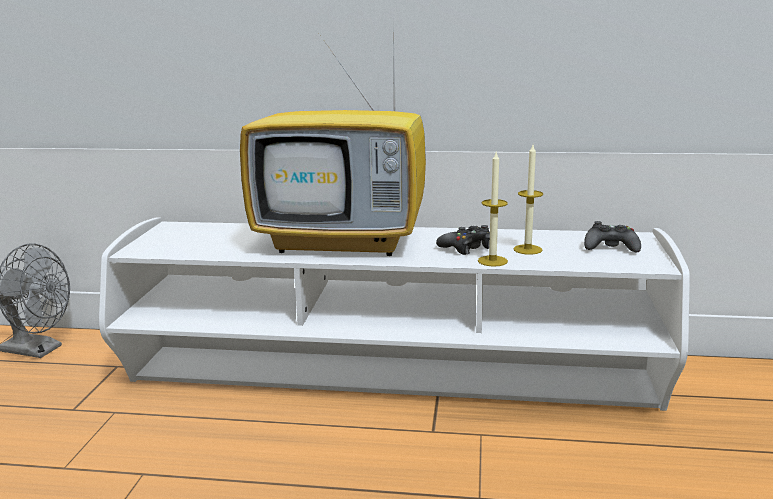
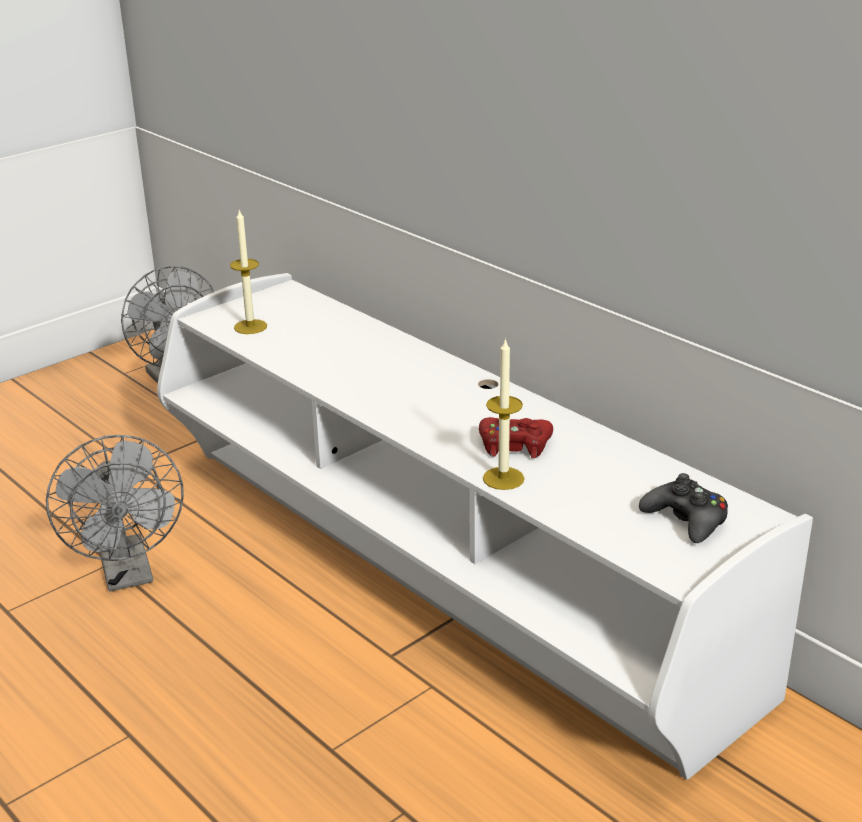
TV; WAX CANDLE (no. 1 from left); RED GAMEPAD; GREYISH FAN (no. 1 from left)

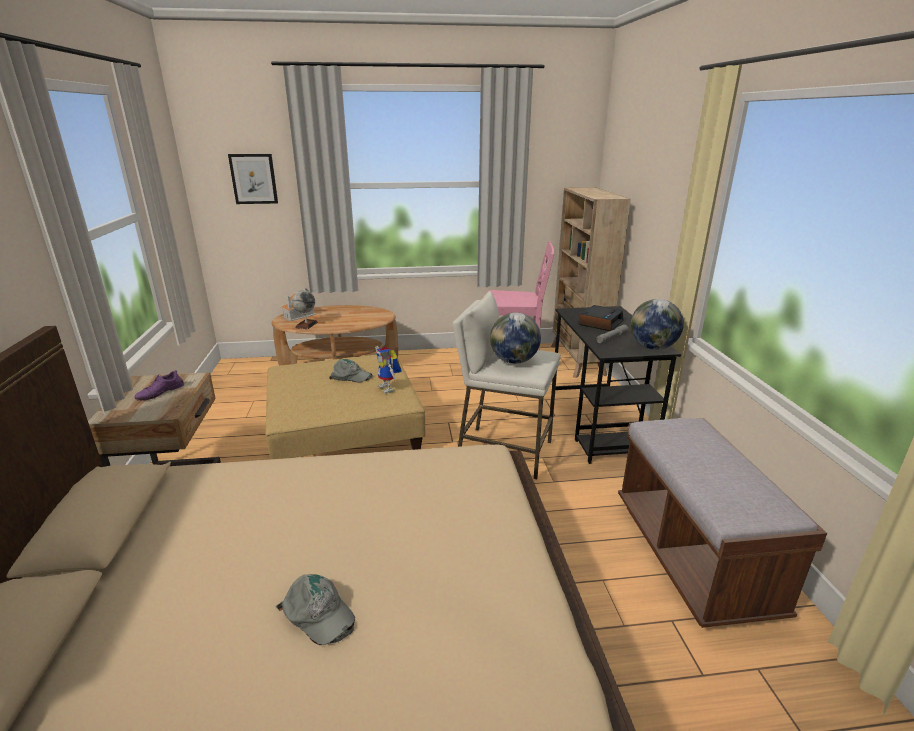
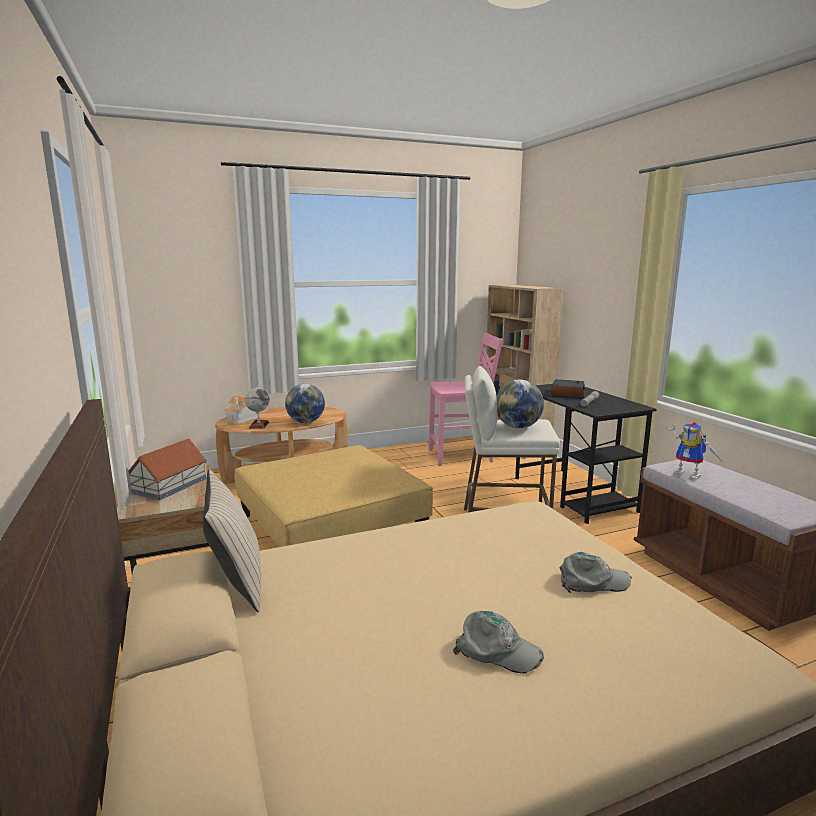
WALL ART; DESK GLOBE (no. 2 from left); ROBOT FIGURE; GREYISH BASEBALL CAP (no. 2 from left); MODEL HOUSE (no. 1 from left); SAND-COLOURED THROW PILLOW

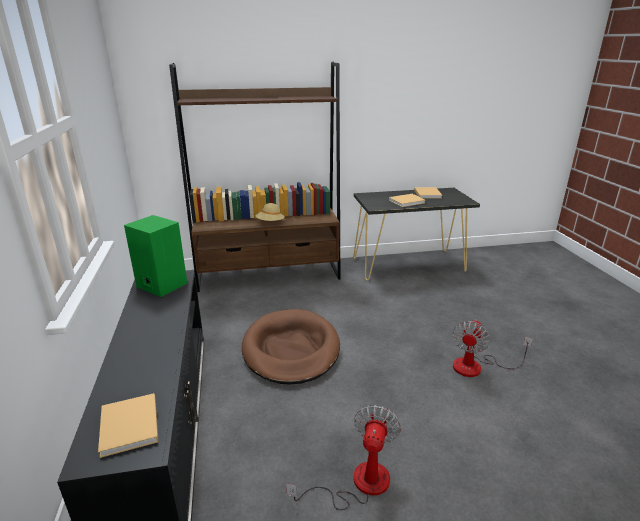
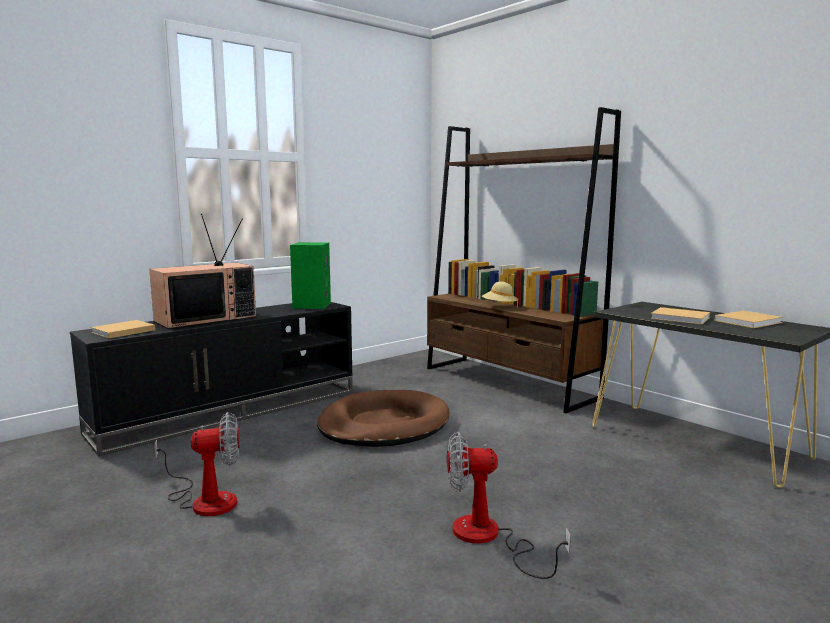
TV

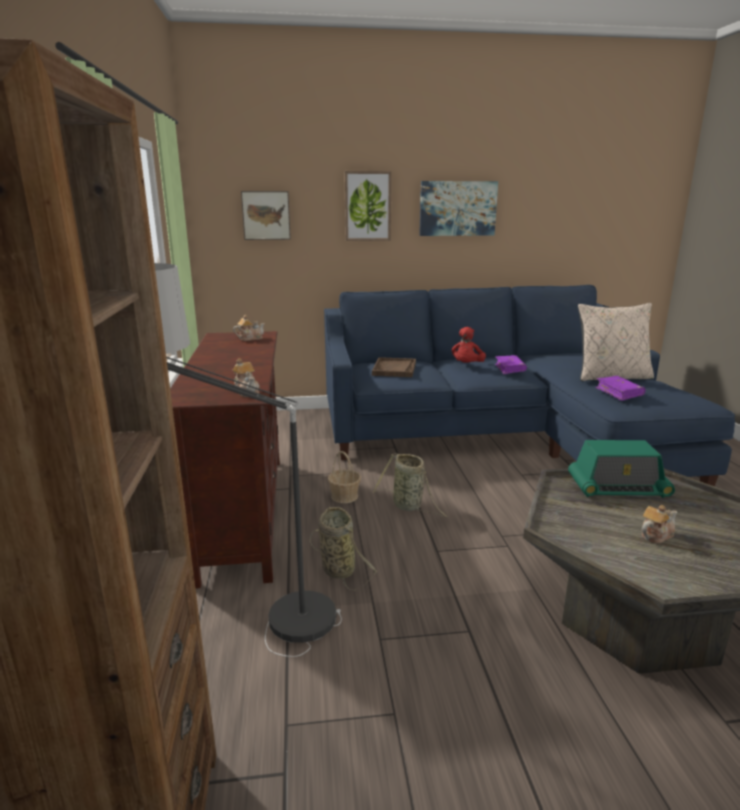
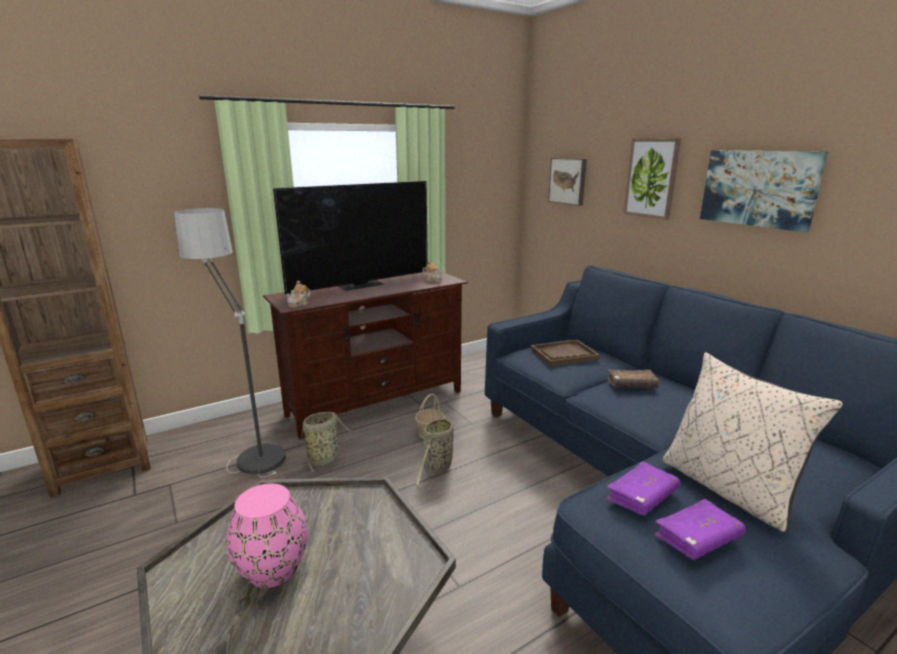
BROWN-COLOURED VOLUME; PURPLE VOLUME (no. 2 from left); RADIO RECEIVER; PINK FLOWER VASE; TV

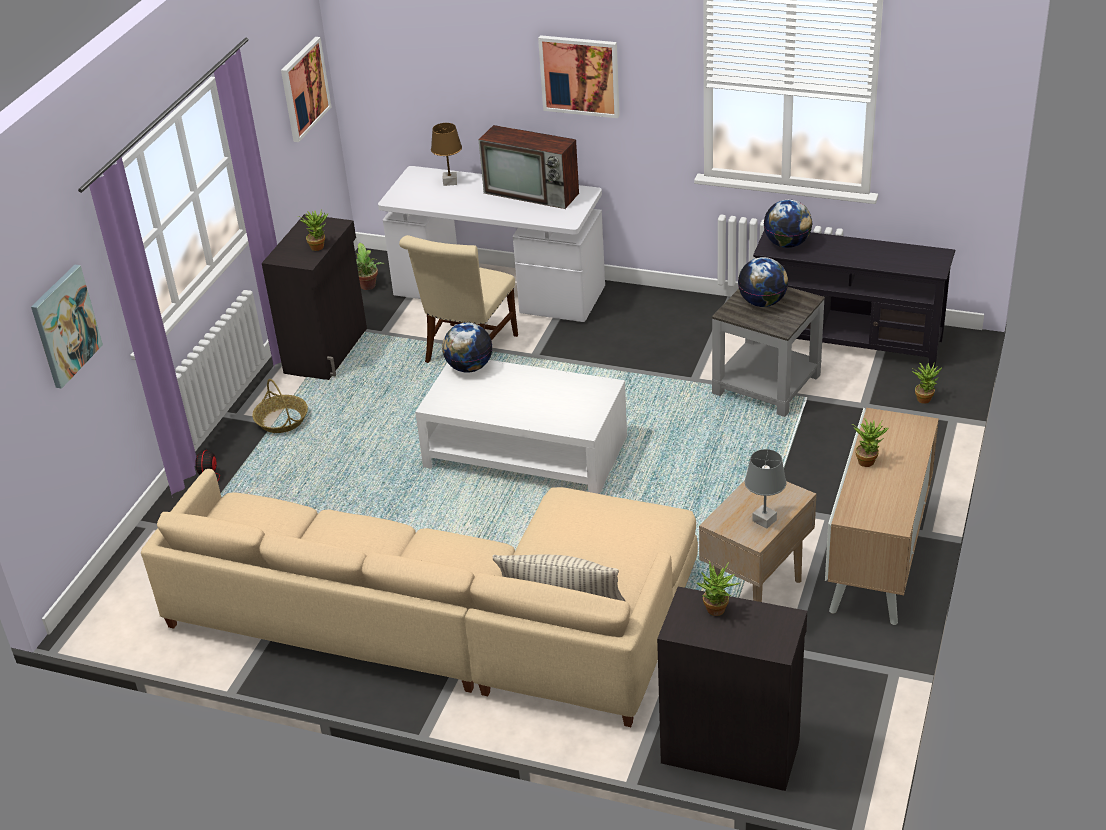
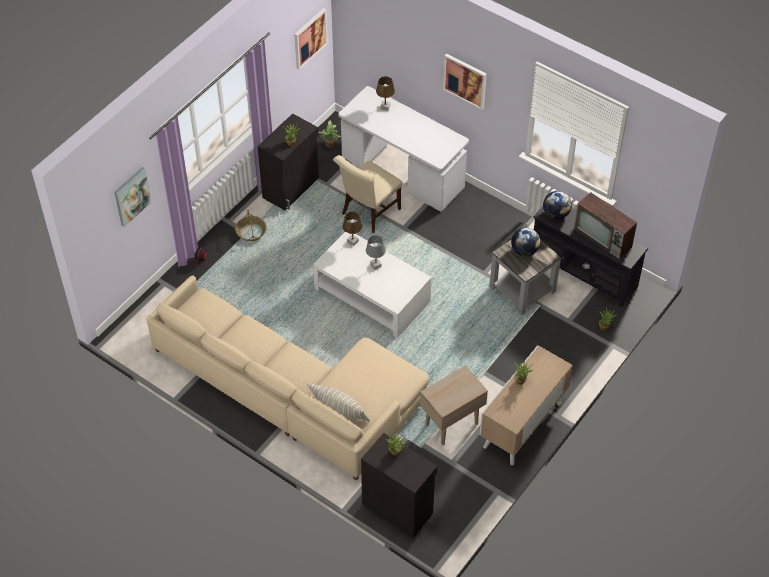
TV; BROWN-COLOURED LAMP FOR A TABLE (no. 1 from left); GREYISH LAMP FOR A TABLE

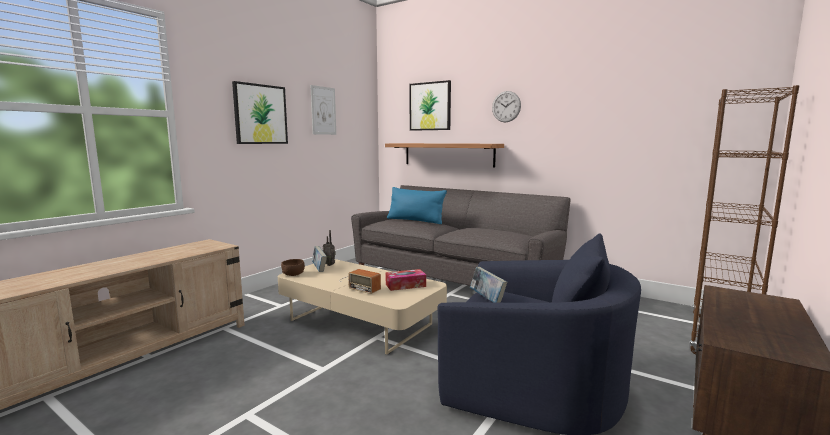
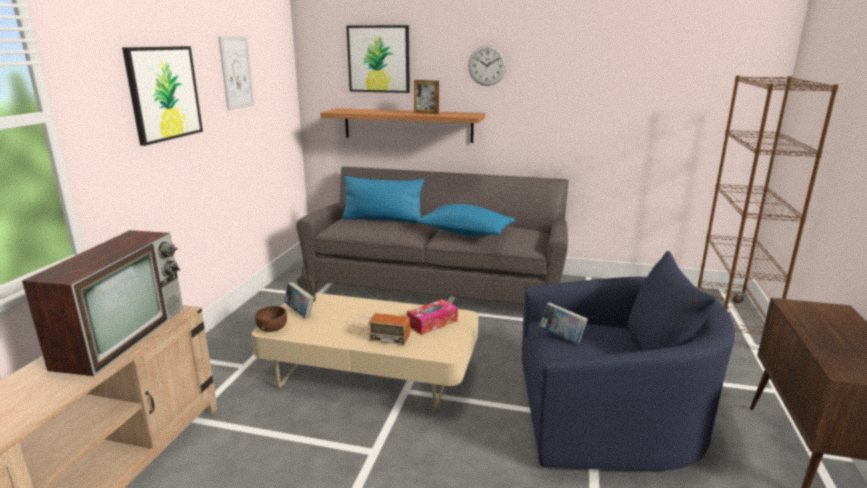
PICTURE FRAME; BLUE-COLOURED THROW PILLOW (no. 2 from left); TV

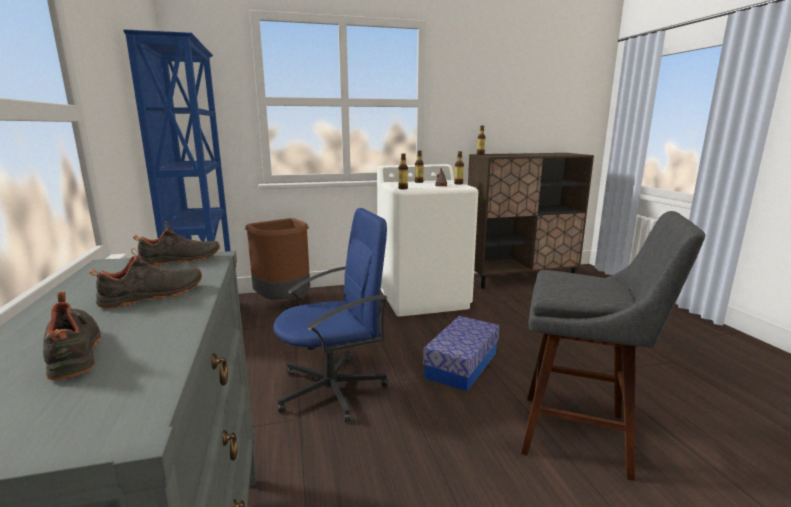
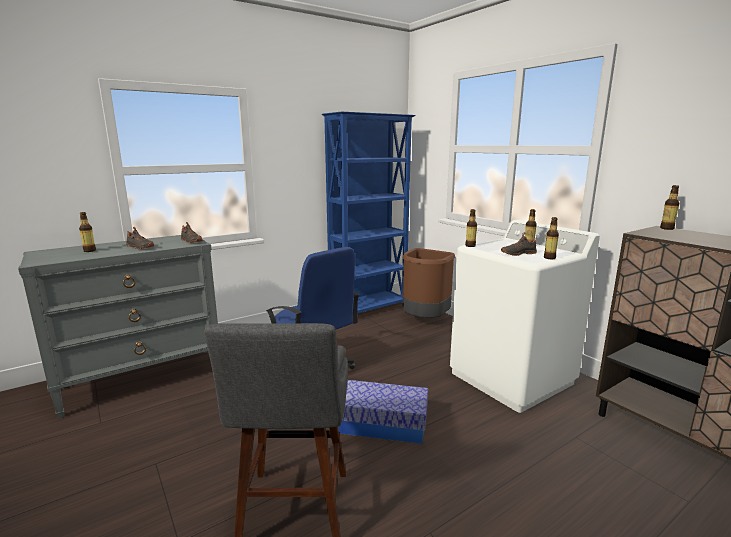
DRINK BOTTLE (no. 1 from left)

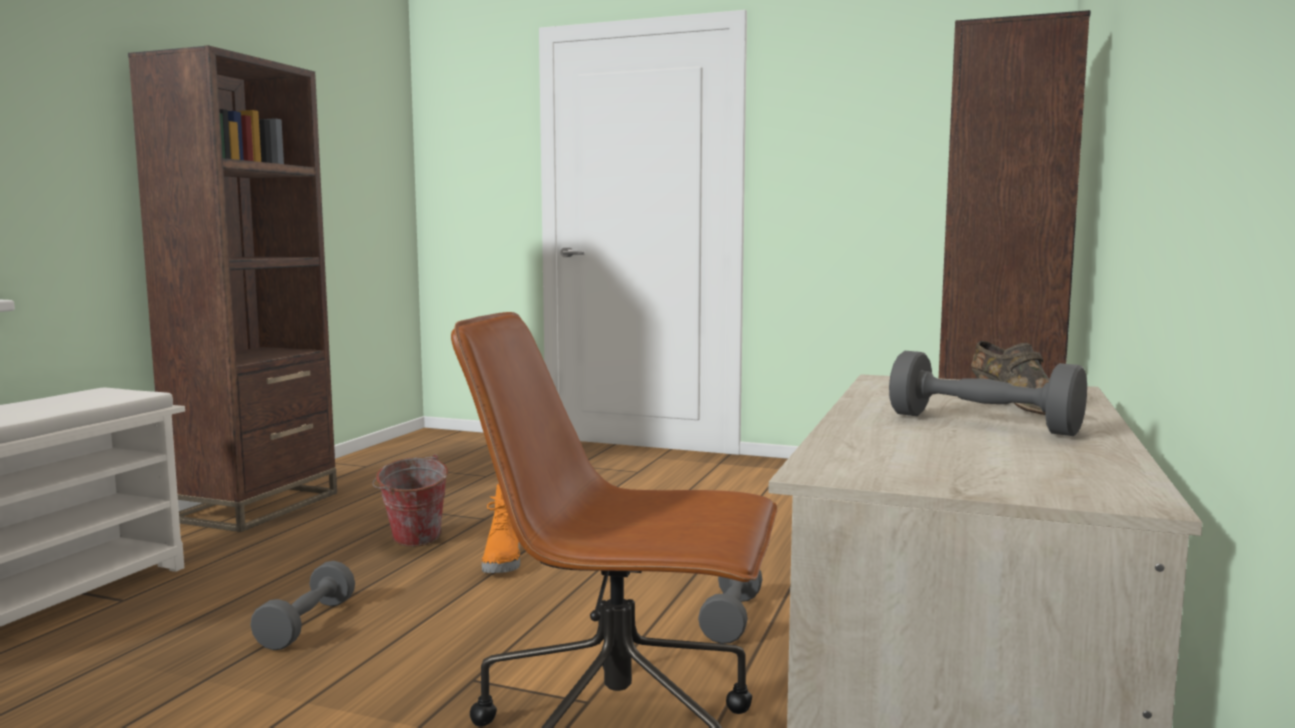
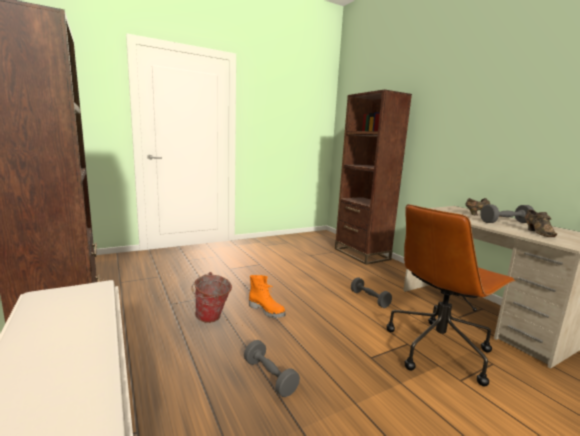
BROWN-COLOURED ITEM OF FOOTWEAR (no. 2 from left)

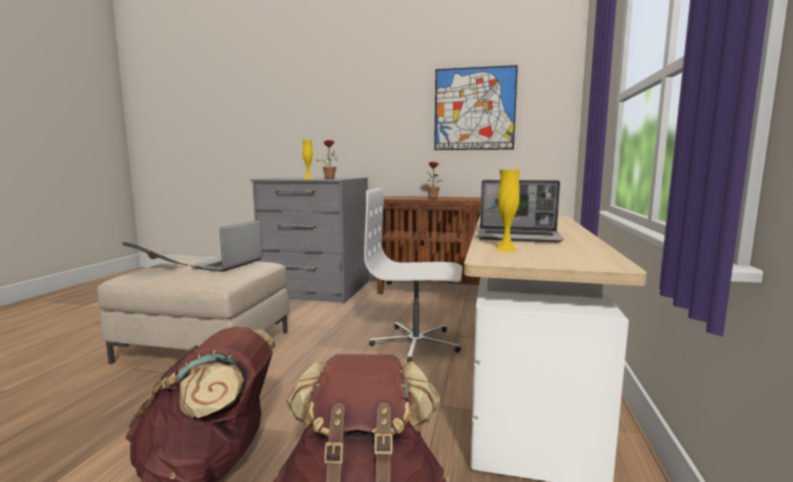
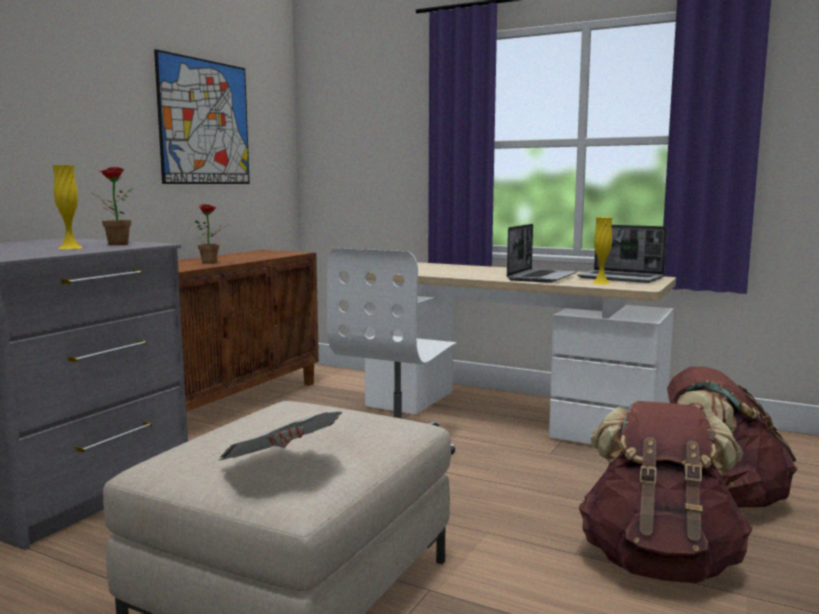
NOTEBOOK COMPUTER (no. 2 from left)

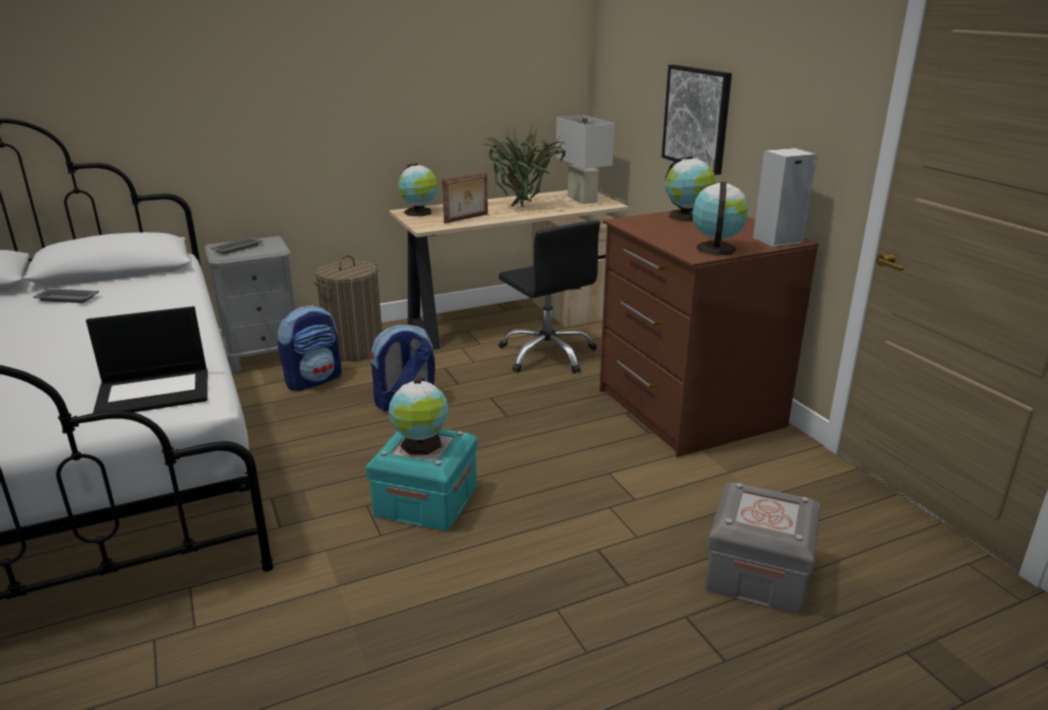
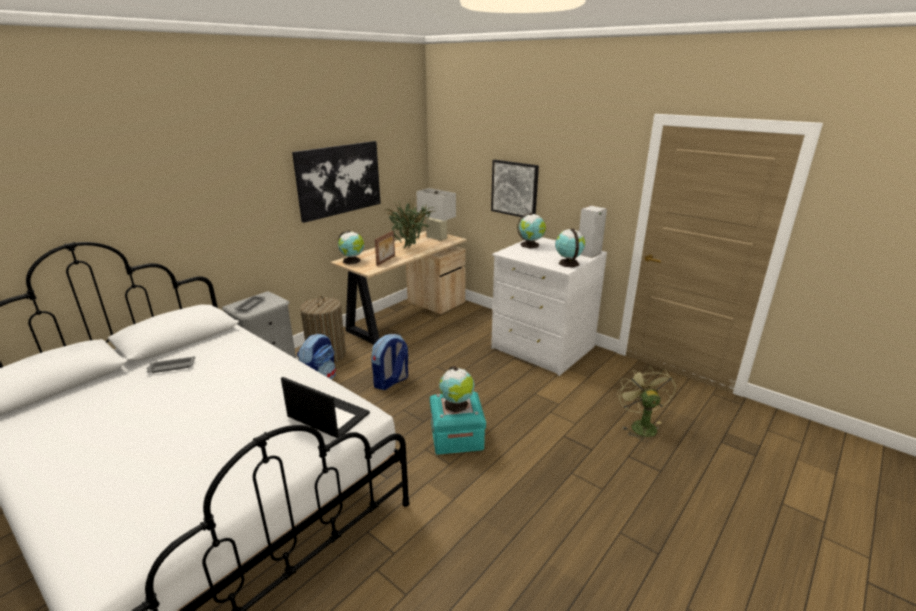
WHITE DRAWER CHEST; BLACK-COLOURED COMPUTER CHAIR; NOTEBOOK COMPUTER; GREENISH FAN; WALL ART (no. 1 from left)

